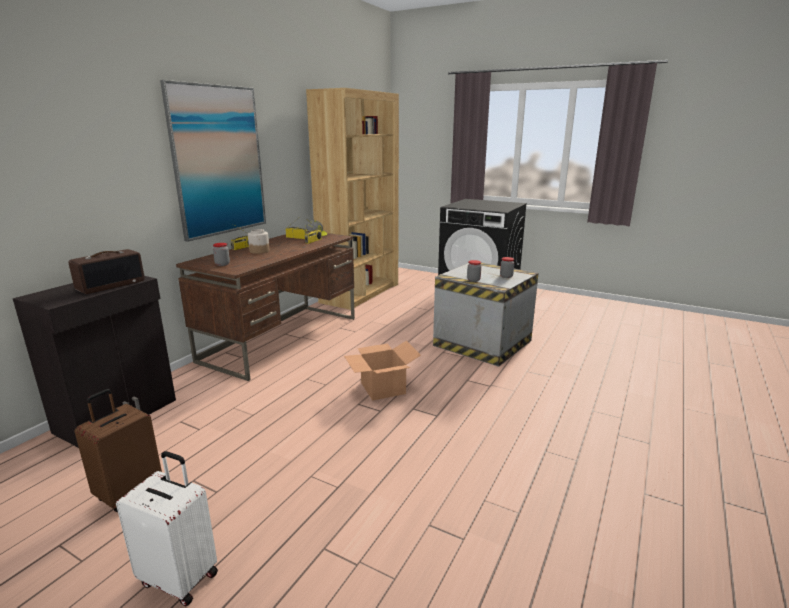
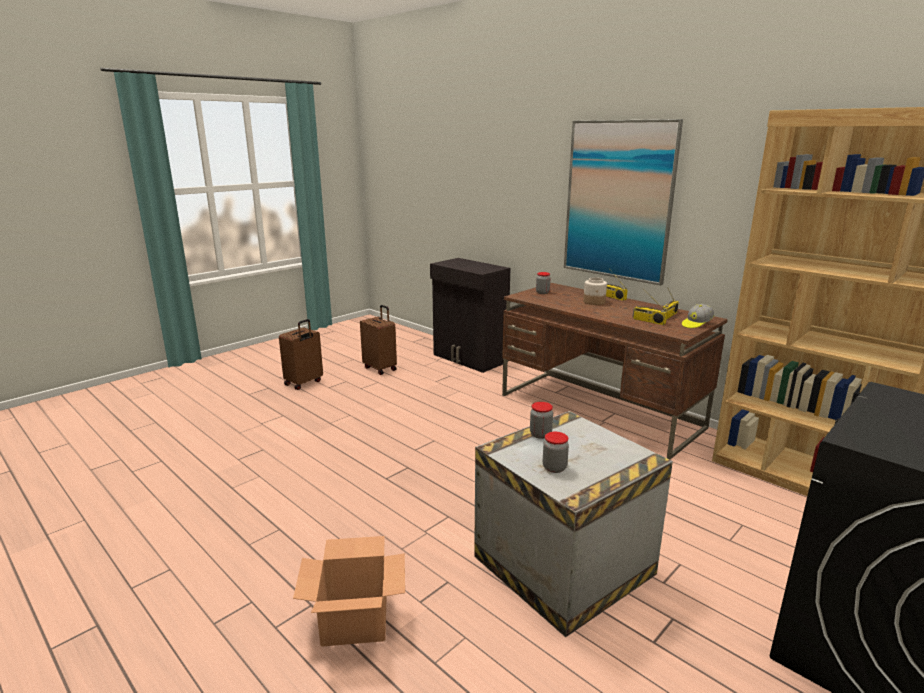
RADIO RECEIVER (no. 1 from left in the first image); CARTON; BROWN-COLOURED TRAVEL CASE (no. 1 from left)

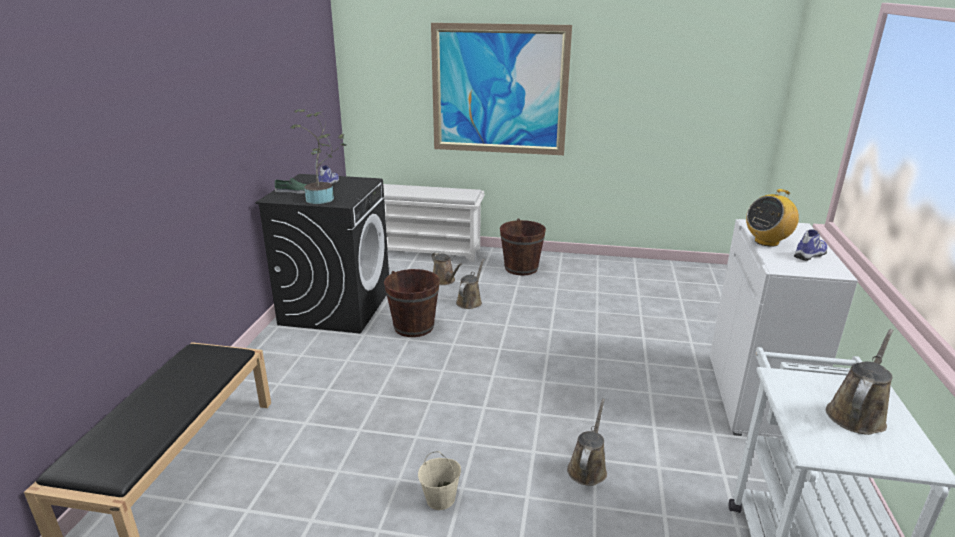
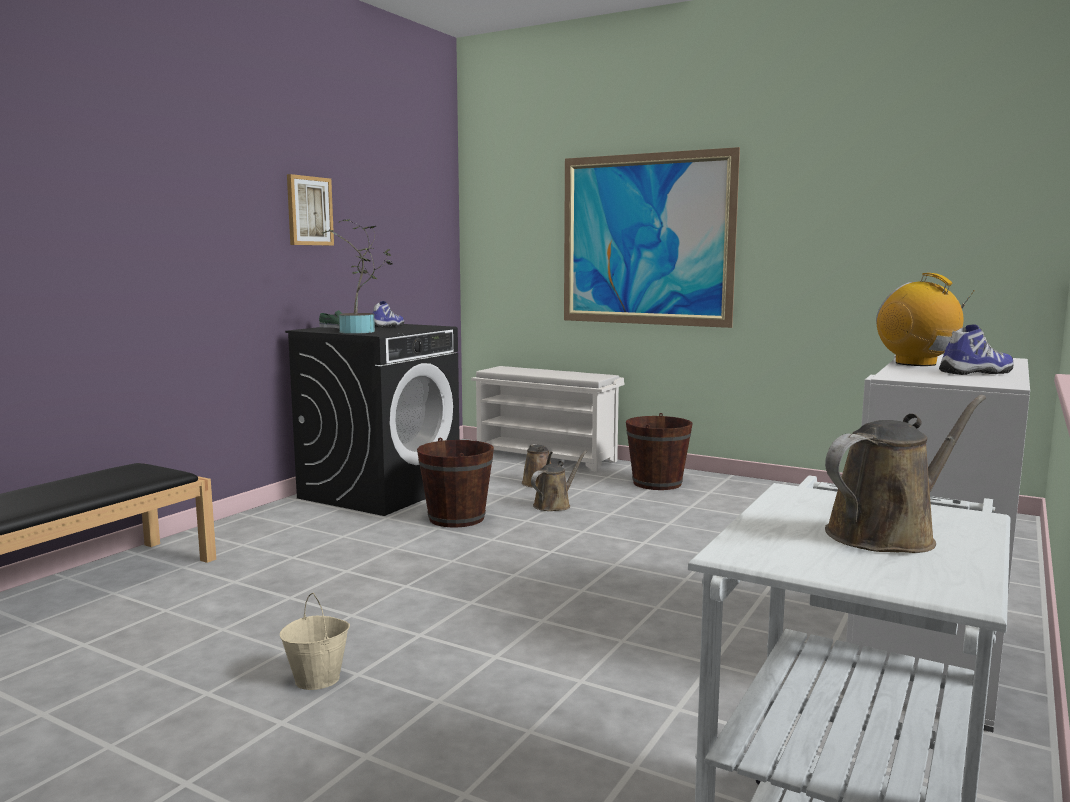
RADIO RECEIVER; BROWN-COLOURED SPRINKLING CAN (no. 3 from left in the first image); WALL ART (no. 1 from left)

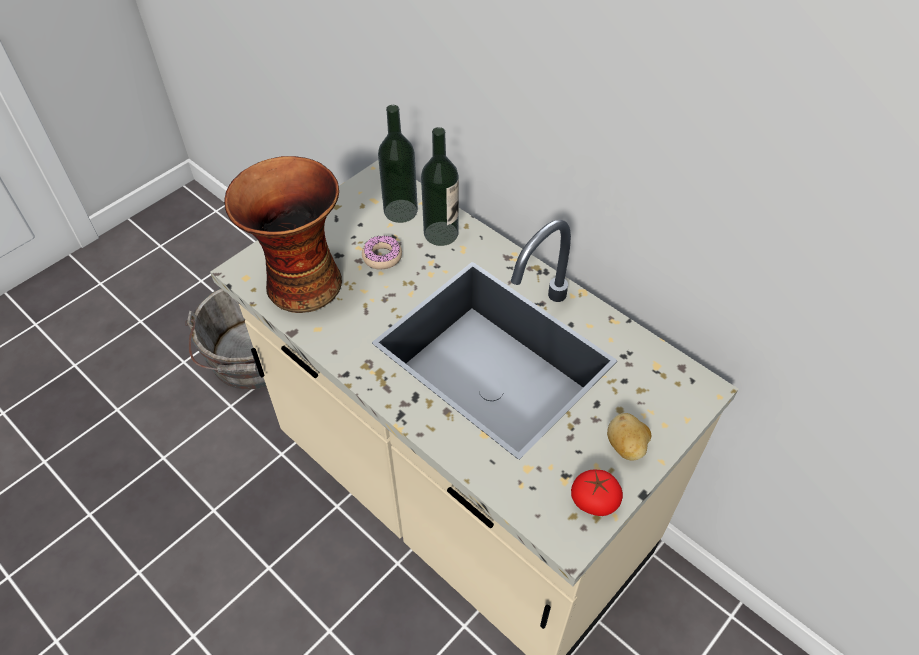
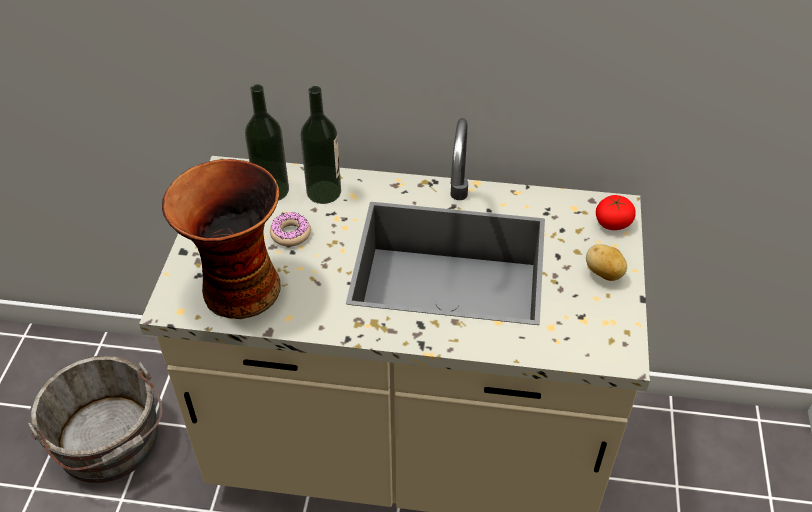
TOMATO

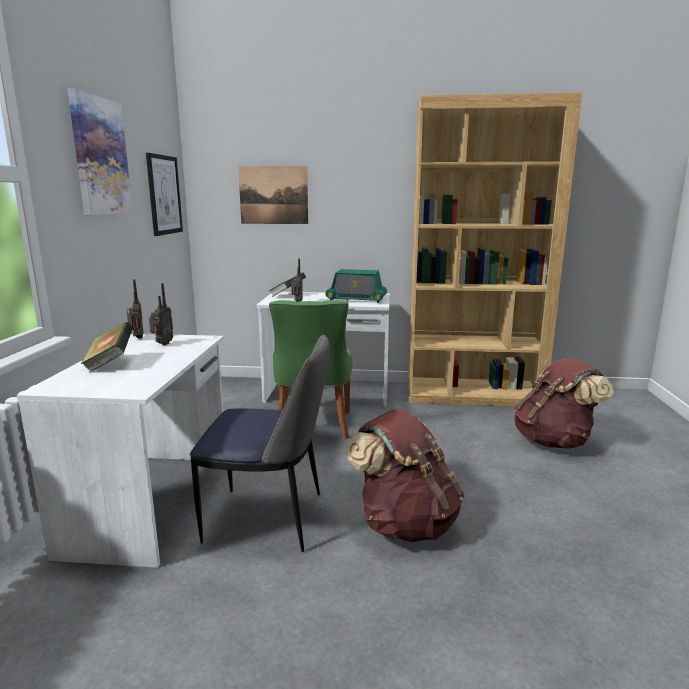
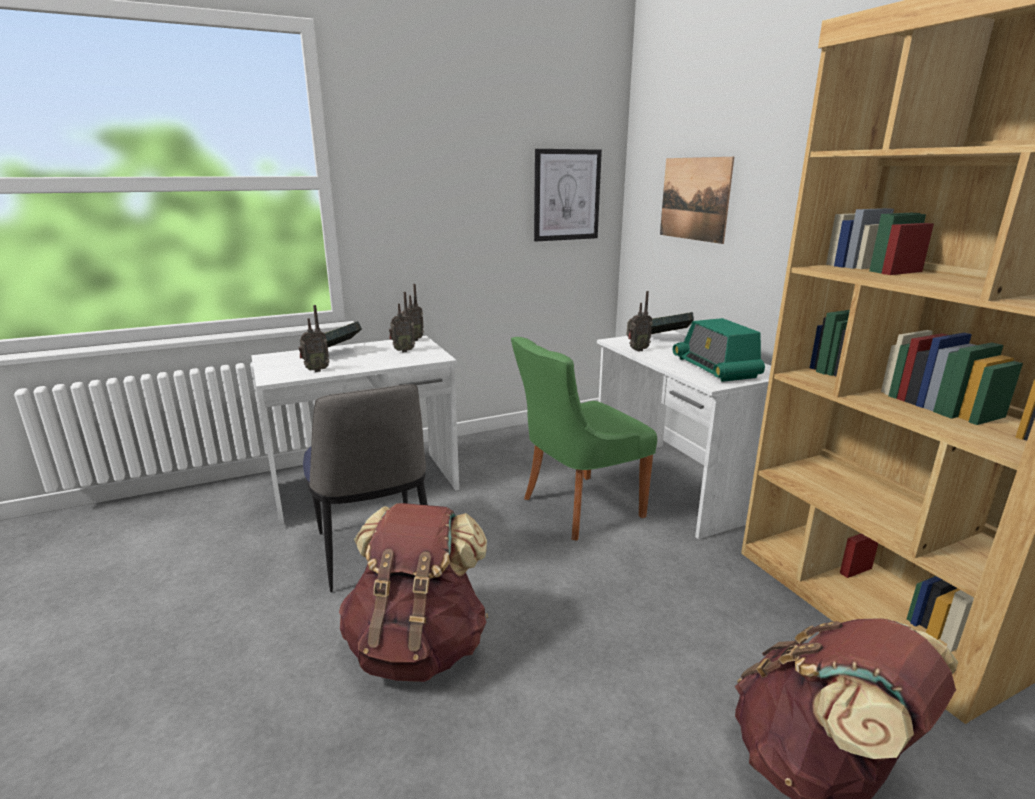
WALL ART (no. 1 from left in the first image); RADIO RECEIVER (no. 1 from left)

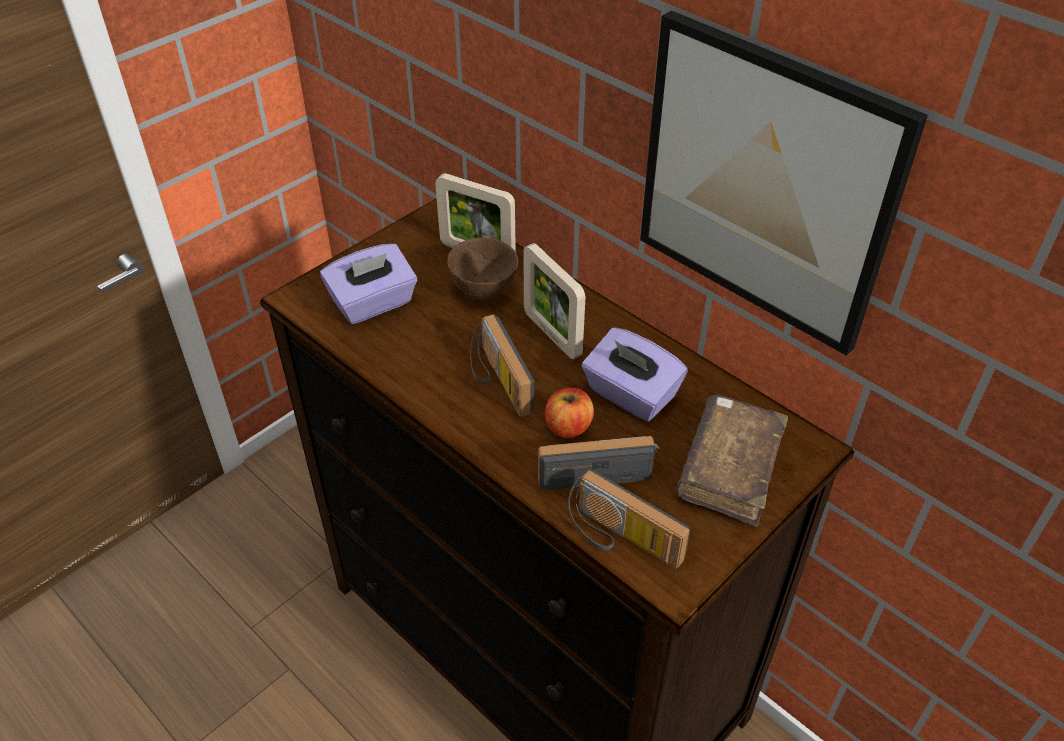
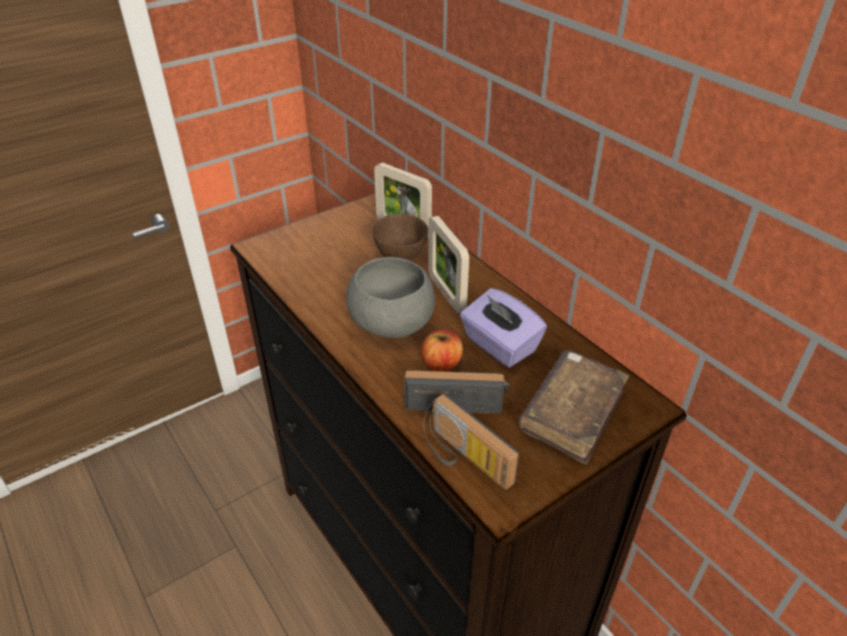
WALL ART; PURPLE TISSUE BOX (no. 1 from left in the first image); GREYISH BOWL

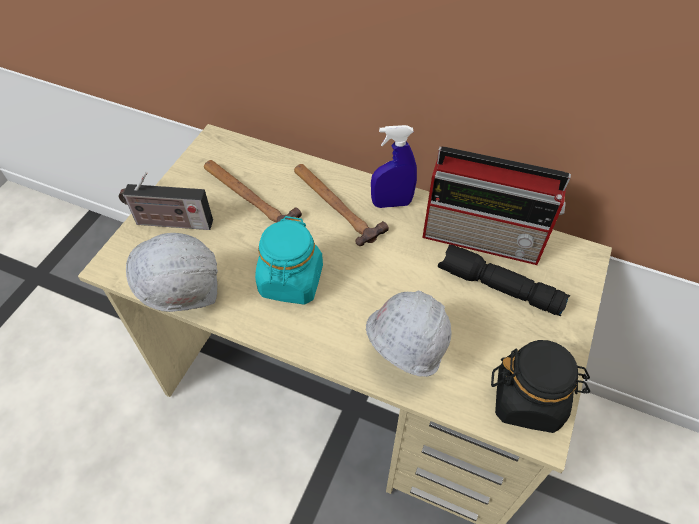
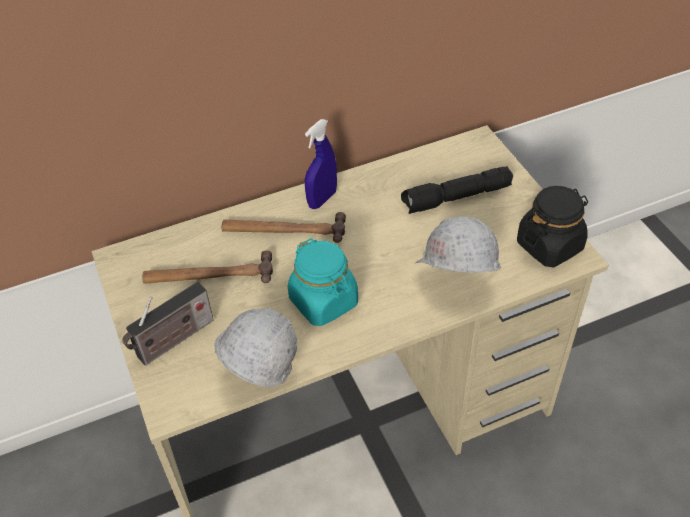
RADIO RECEIVER (no. 2 from left in the first image)

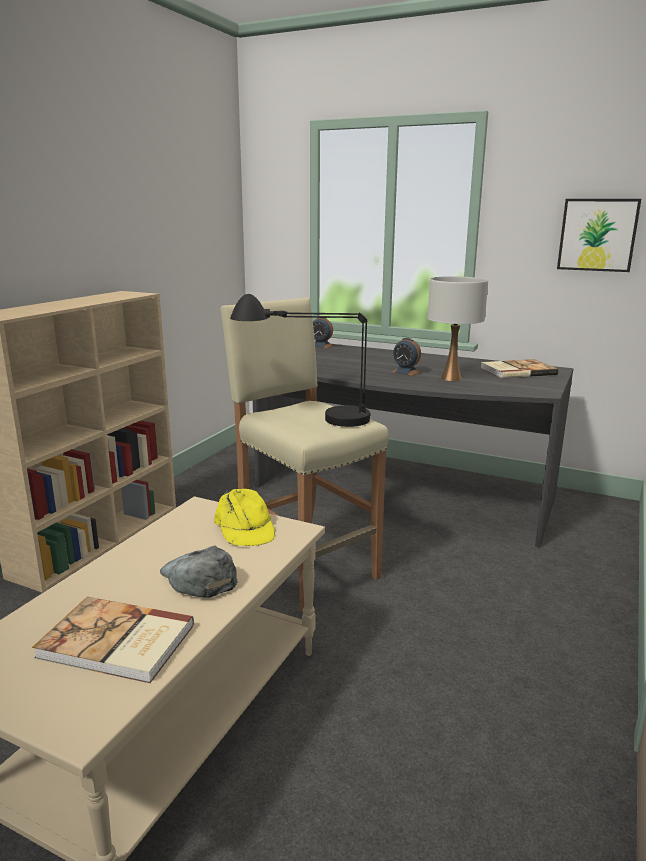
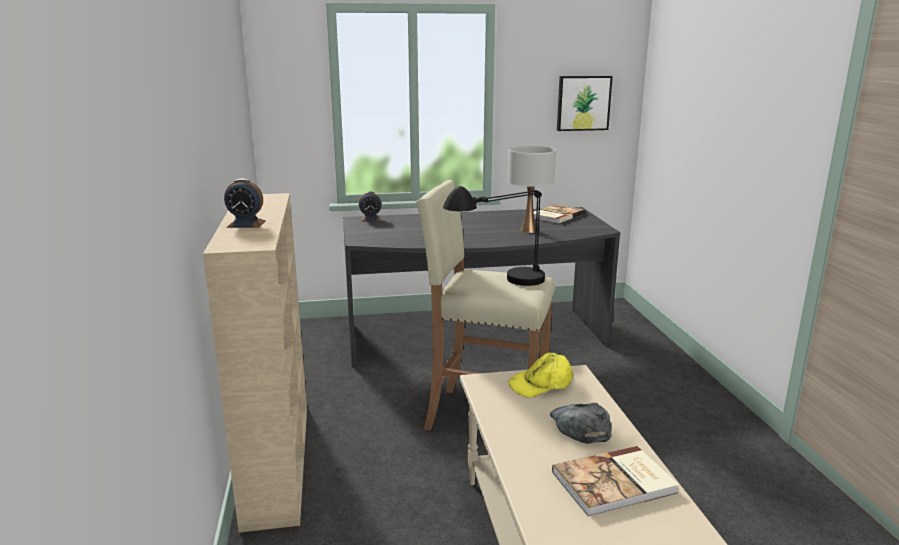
ALARM CLOCK (no. 1 from left); YELLOWISH BASEBALL CAP; GREYISH BASEBALL CAP

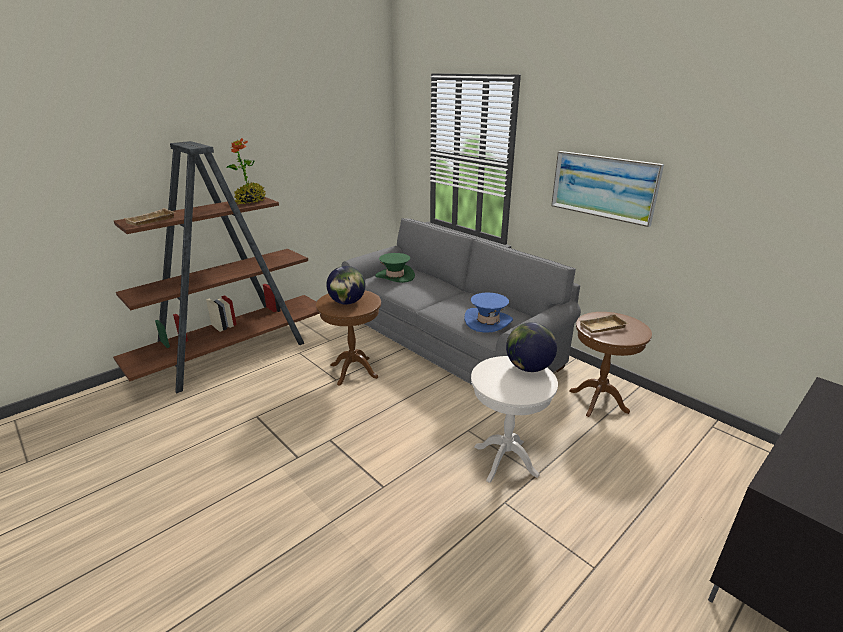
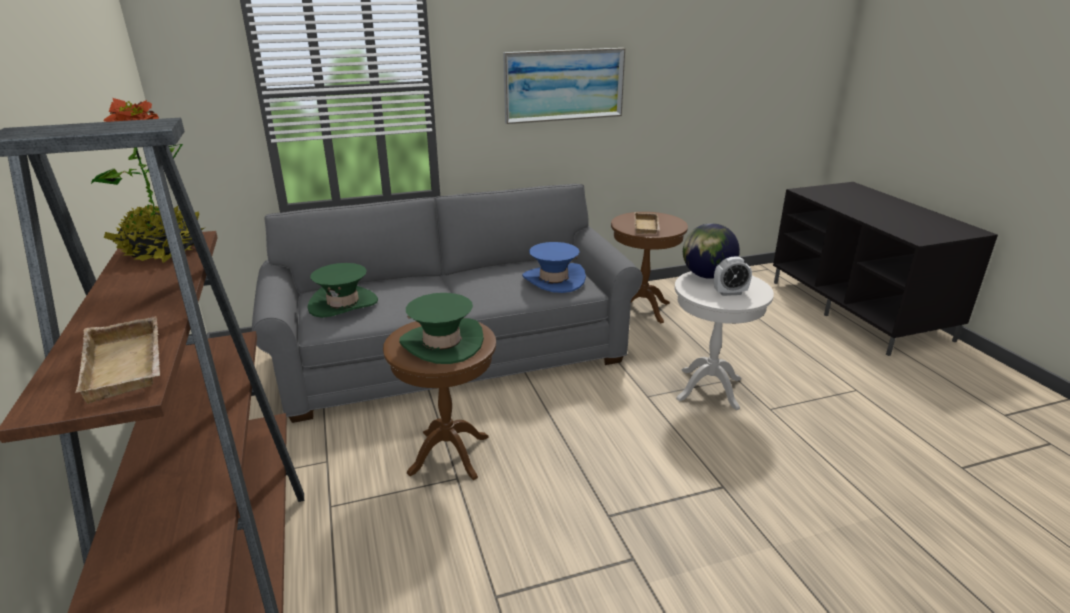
GREENISH WEARABLE HAT (no. 2 from left); ALARM CLOCK

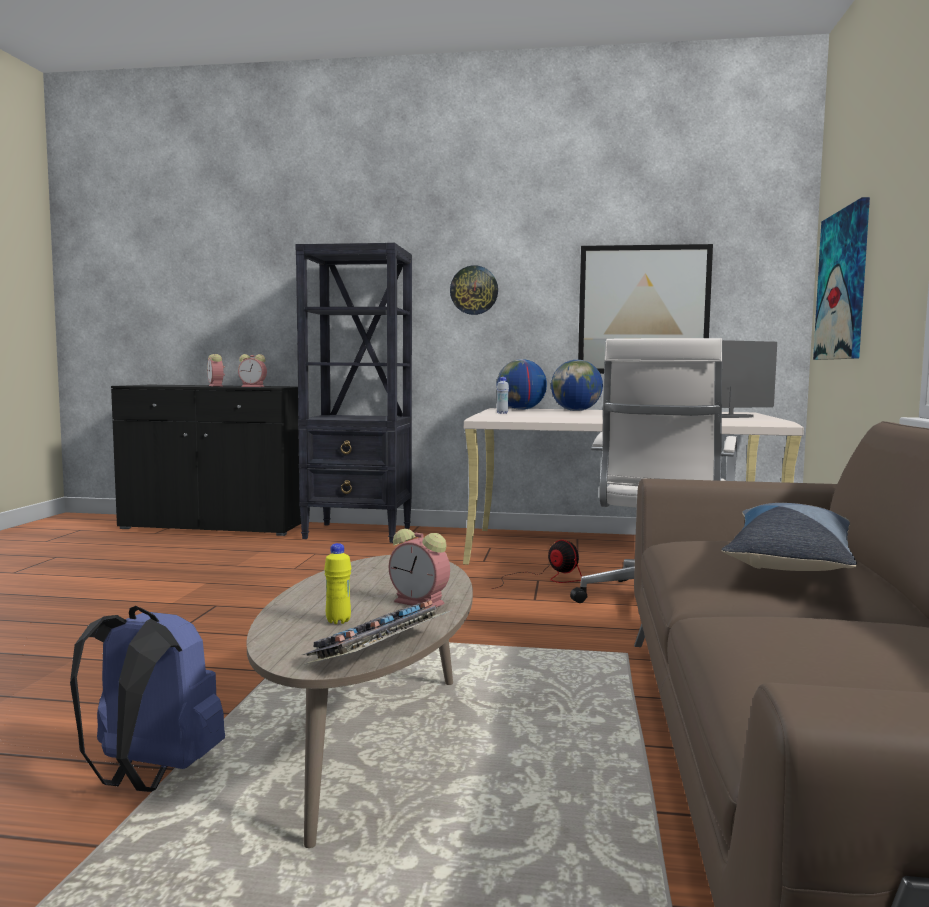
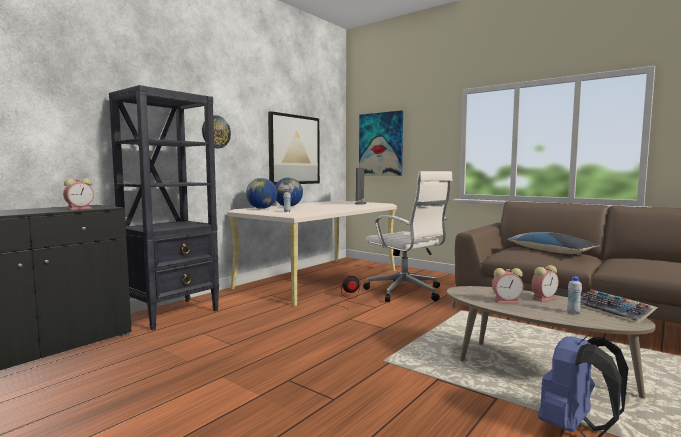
ALARM CLOCK (no. 2 from left); WHITE DRINK BOTTLE (no. 2 from left)

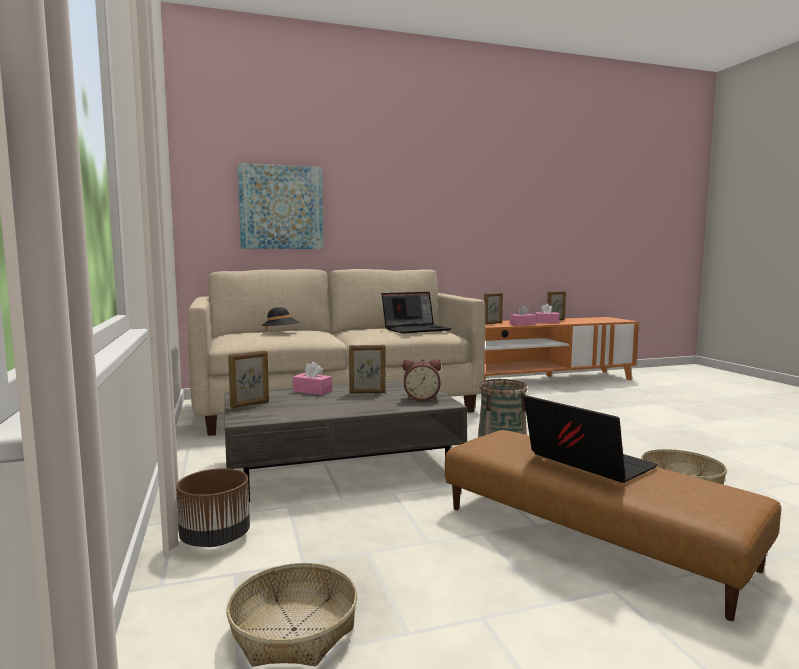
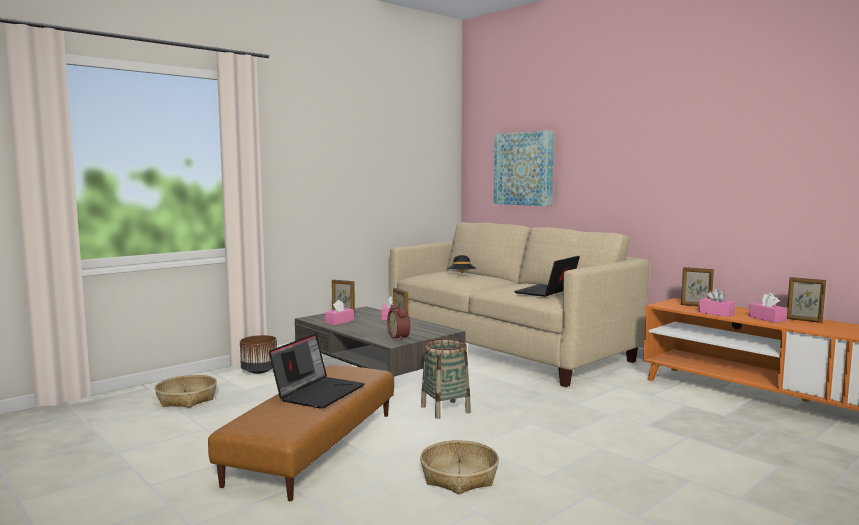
NOTEBOOK COMPUTER (no. 2 from left); PINK TISSUE BOX (no. 1 from left)

